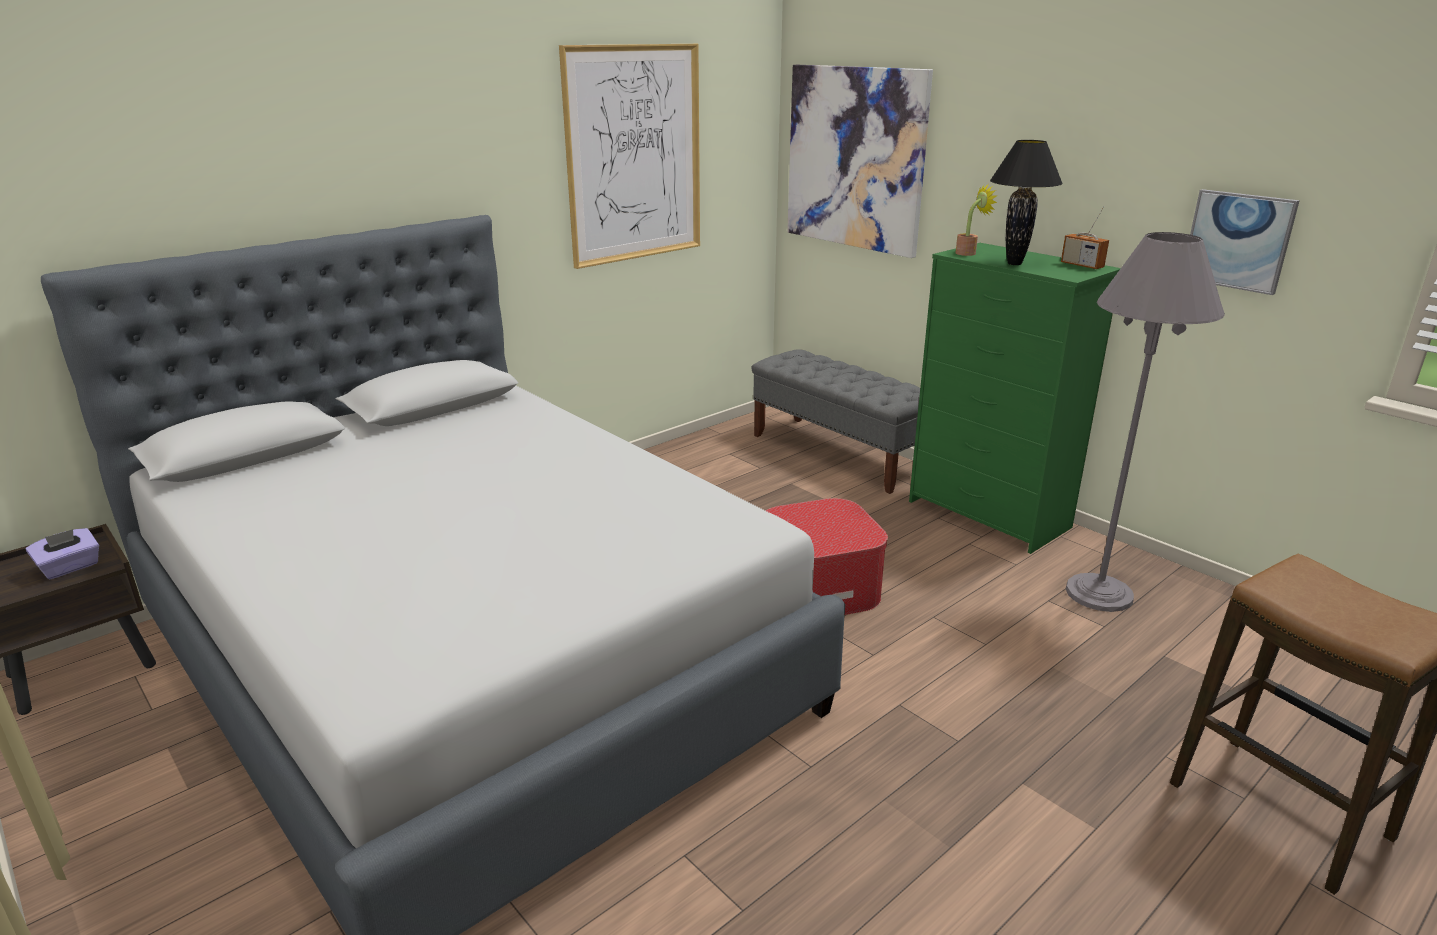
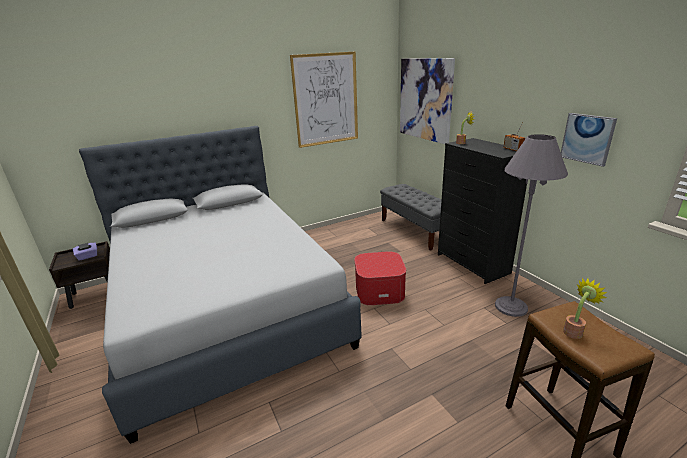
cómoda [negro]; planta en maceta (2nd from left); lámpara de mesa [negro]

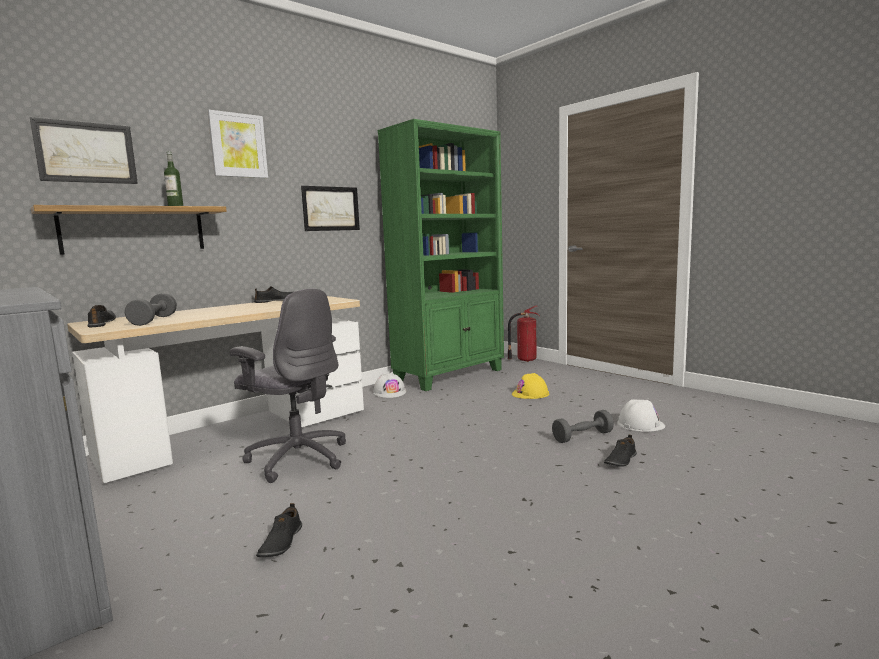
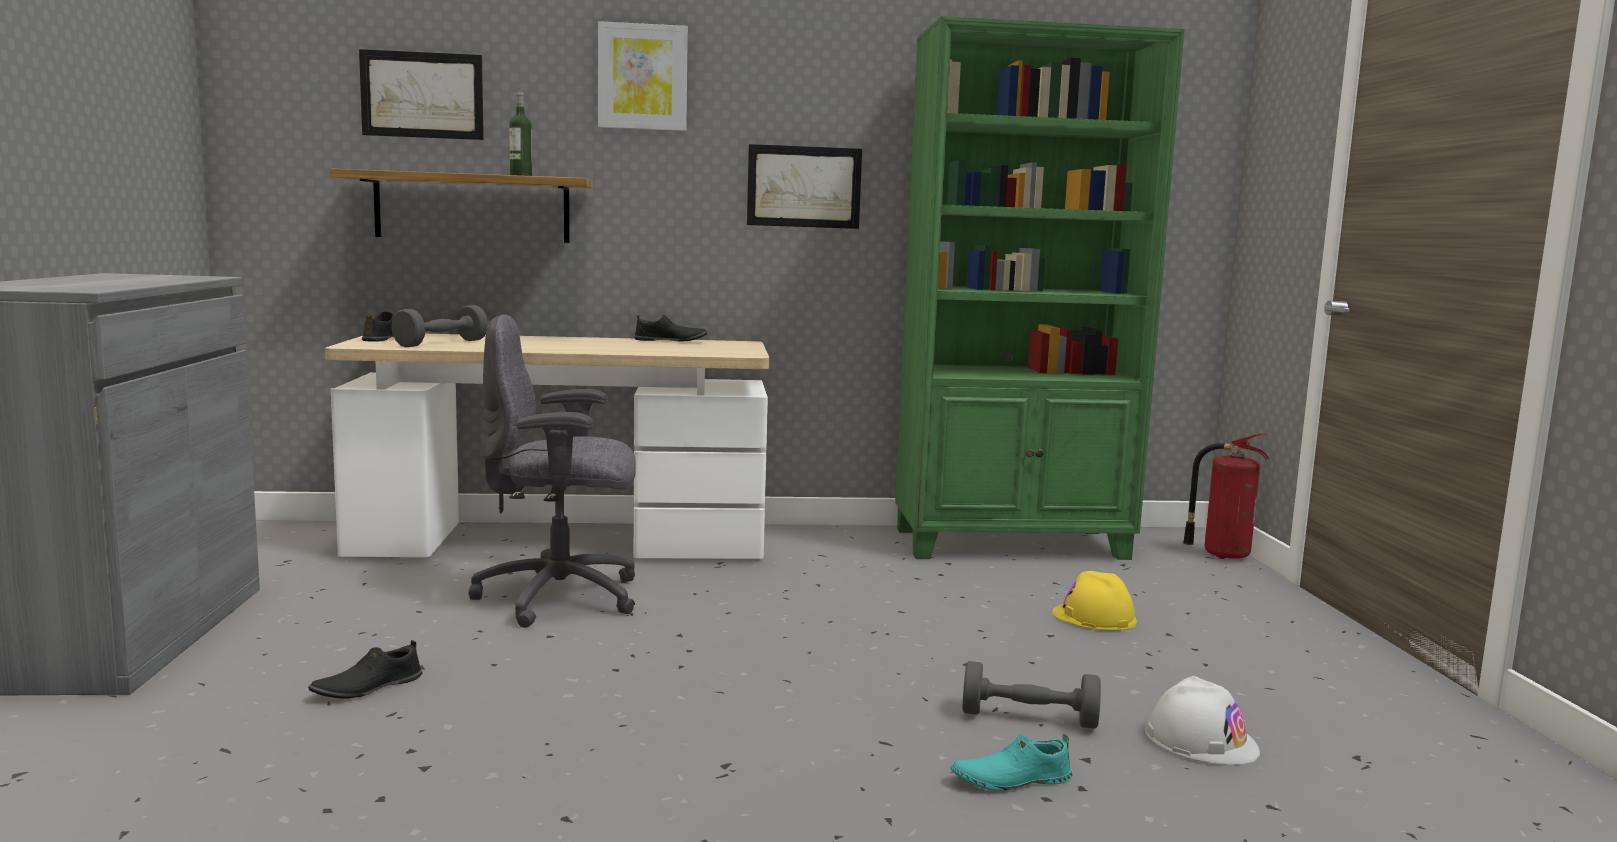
silla de oficina [gris]; zapato [turquesa]; casco [blanco] (1st from left in the first image)

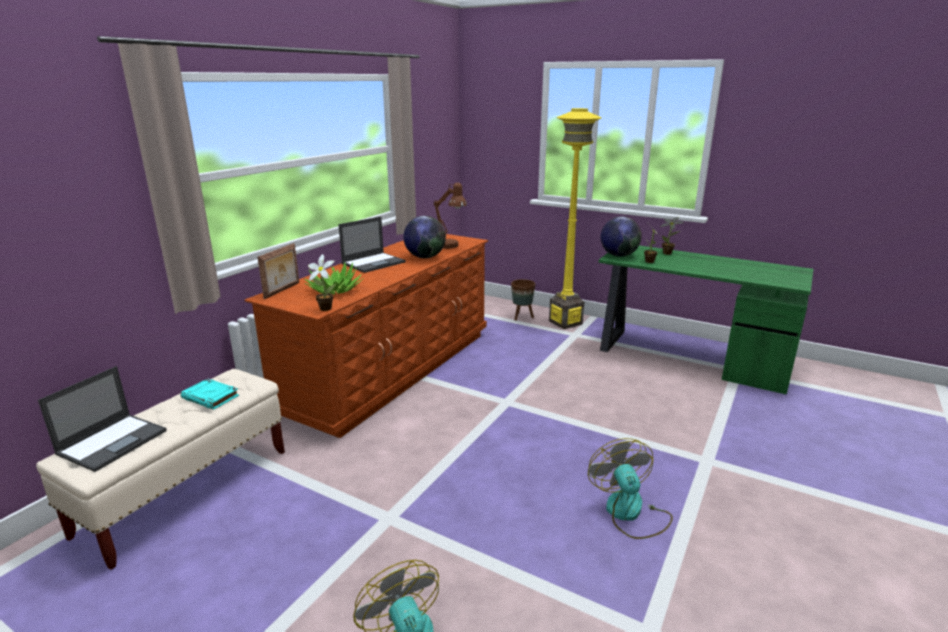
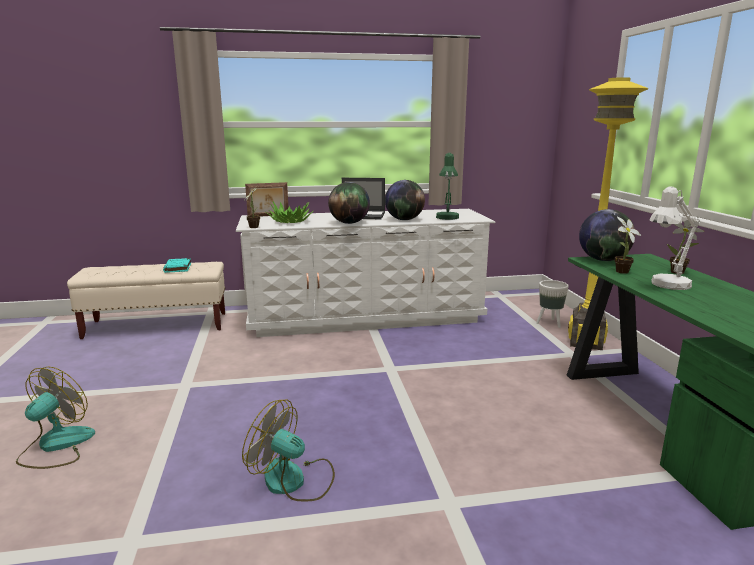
cómoda [blanco]; ventilador (2nd from left); globo terráqueo (1st from left); lámpara de mesa [verde]; maceta [blanco]; lámpara de mesa [blanco]; portátil (1st from left in the first image)

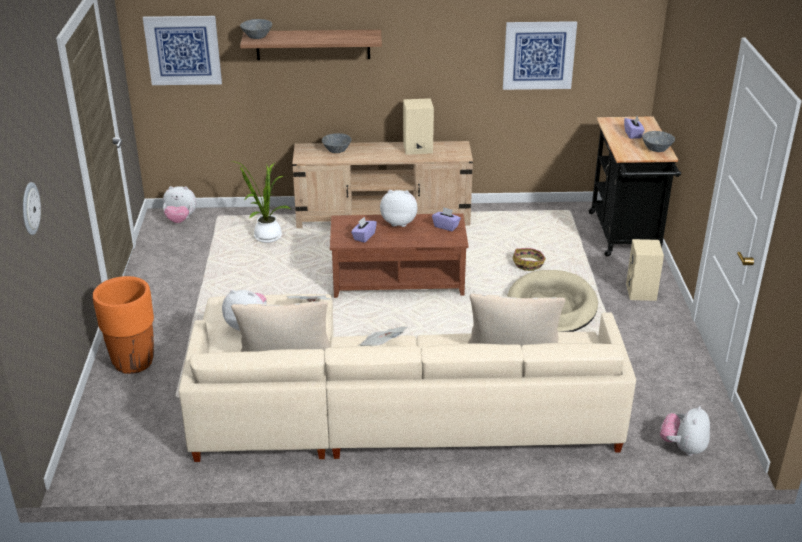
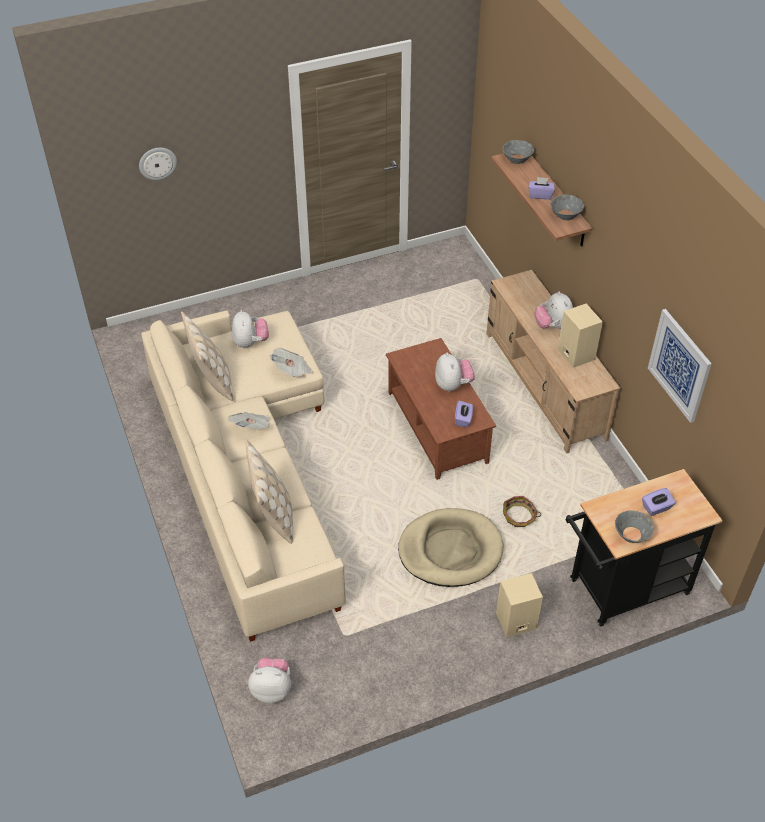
caja de pañuelos [morado] (2nd from left); peluche (4th from left); cuenco [gris] (2nd from left); maceta [naranja]; cuadro (1st from left in the first image); planta en maceta

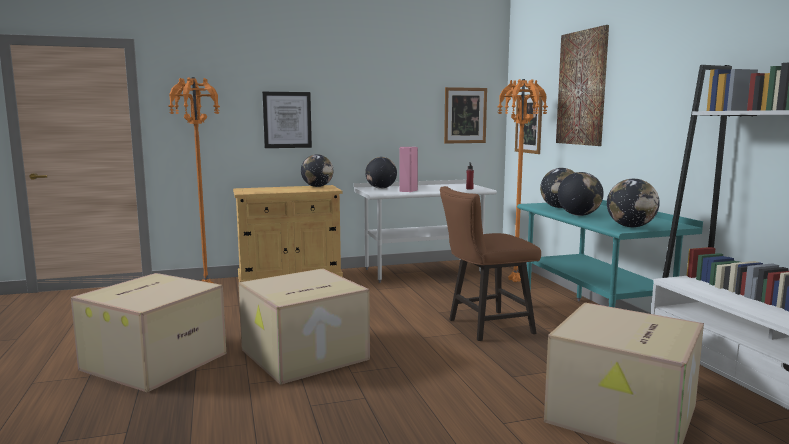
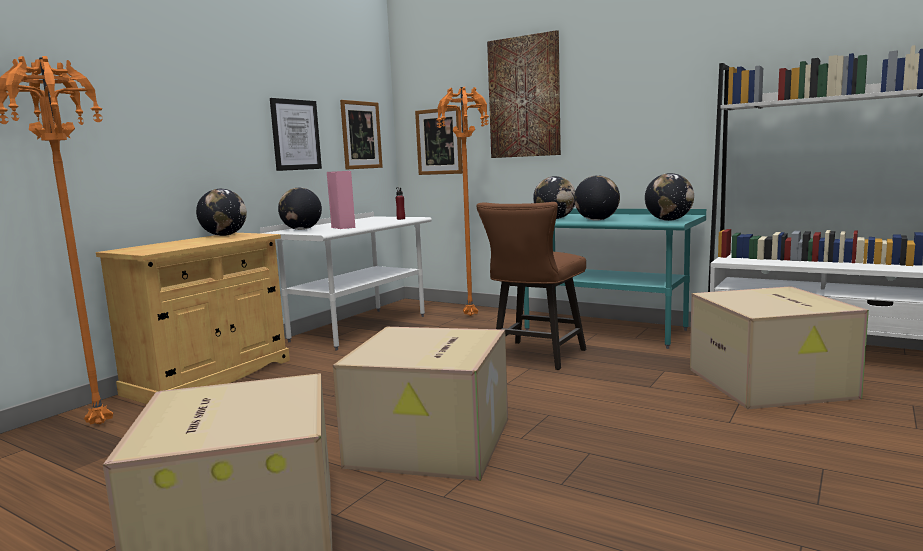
cuadro (1st from left)

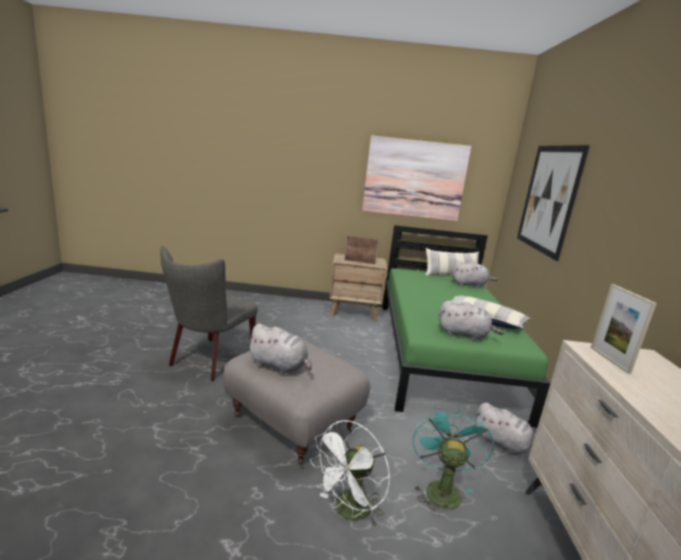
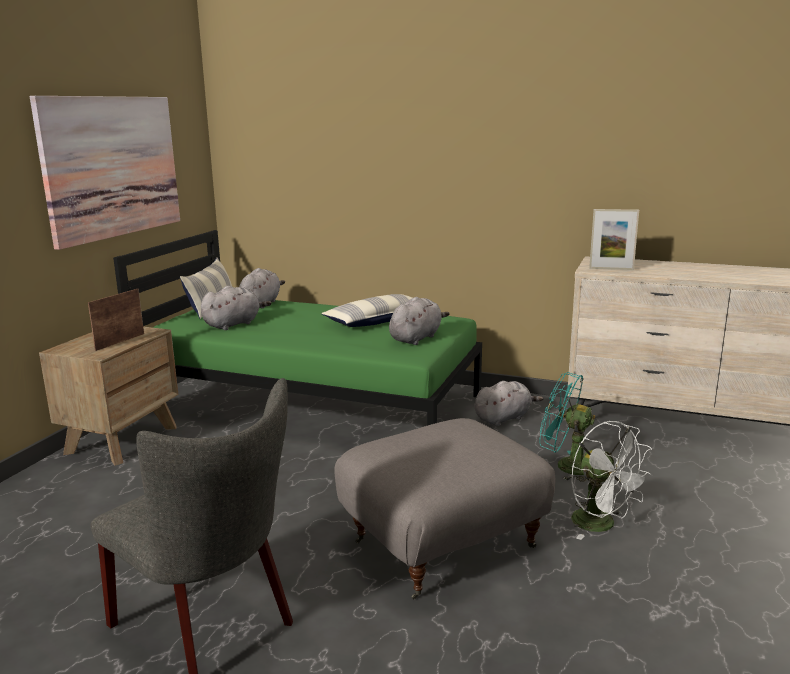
peluche [gris] (1st from left); cuadro (2nd from left in the first image)

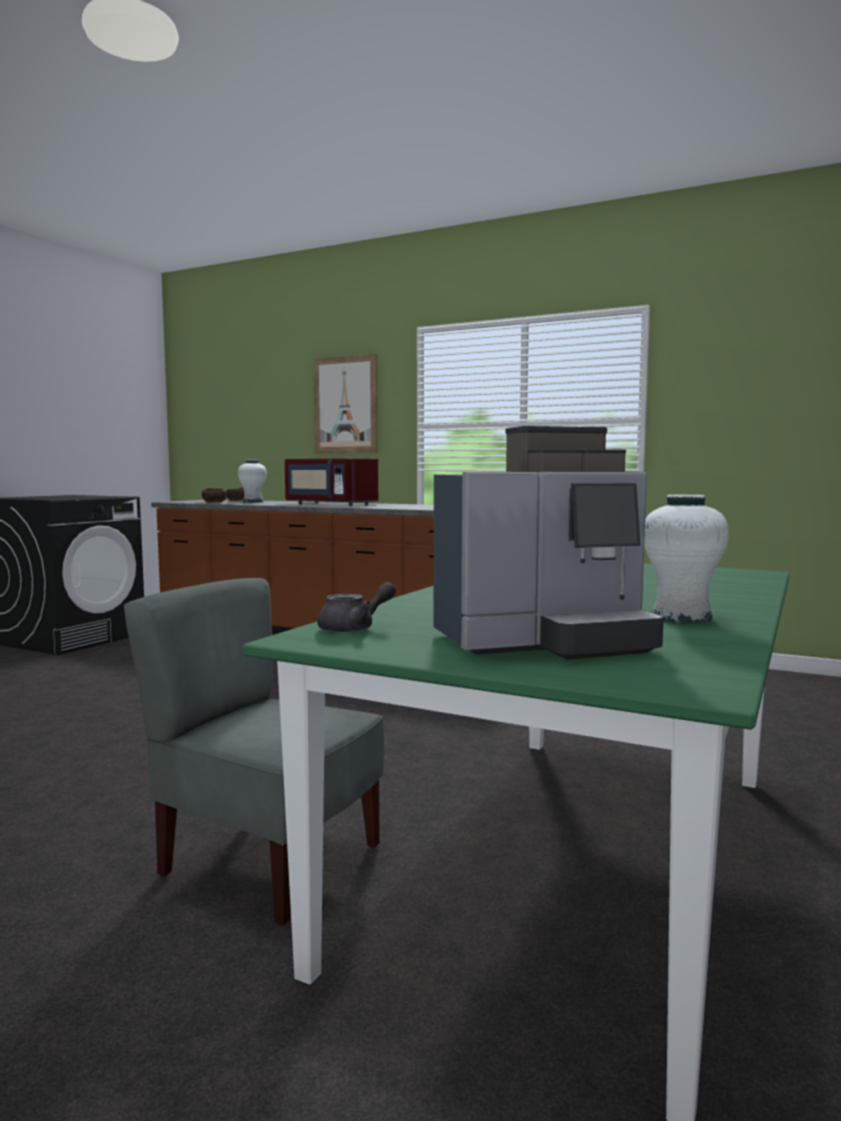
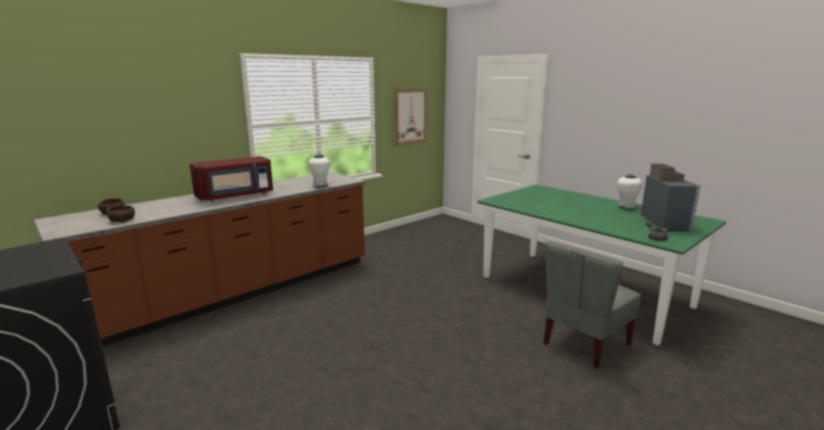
florero [blanco] (1st from left); cuadro

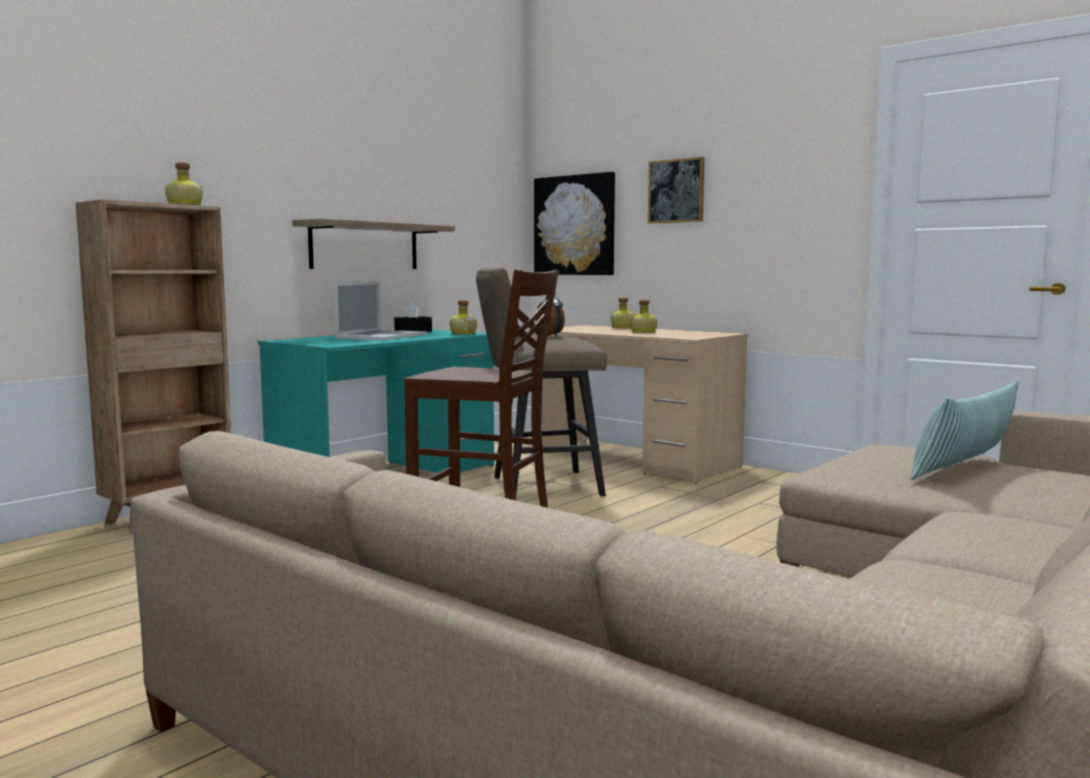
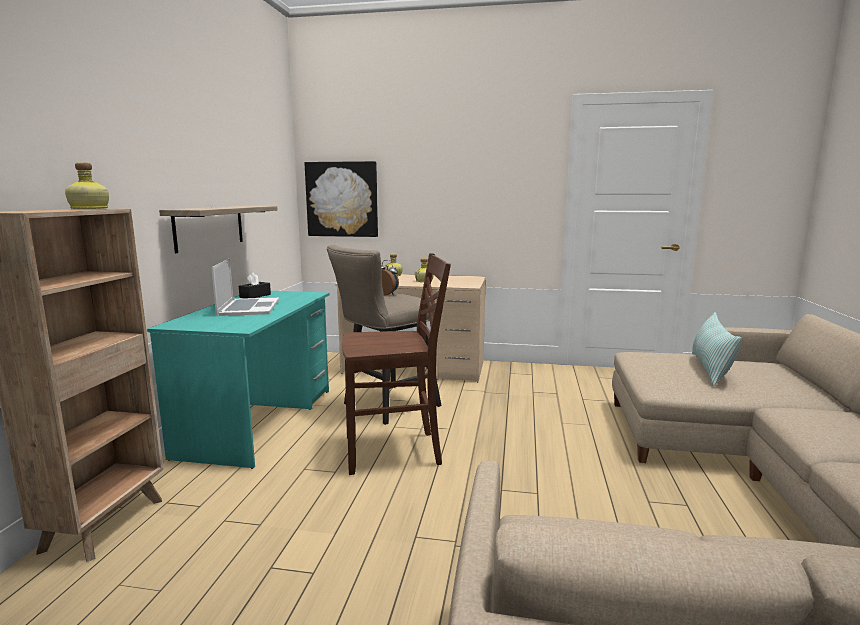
botella (2nd from left in the first image); cuadro (2nd from left in the first image)

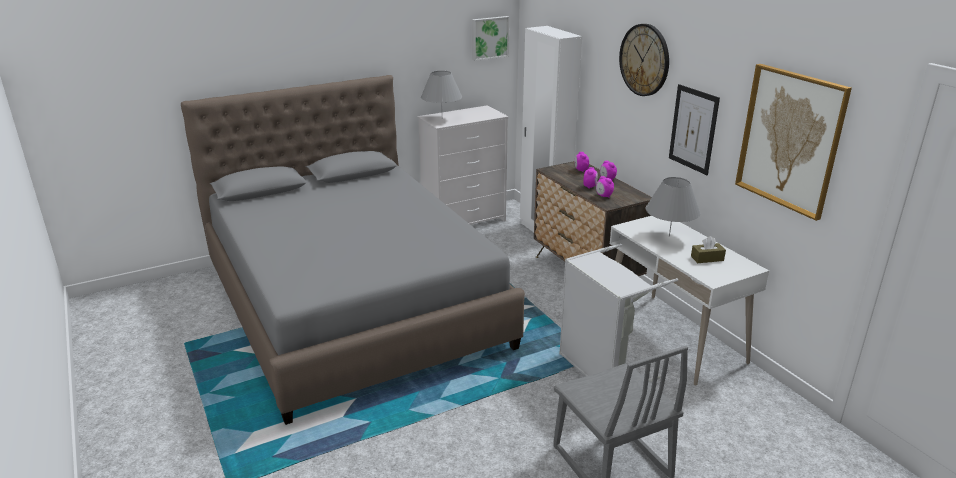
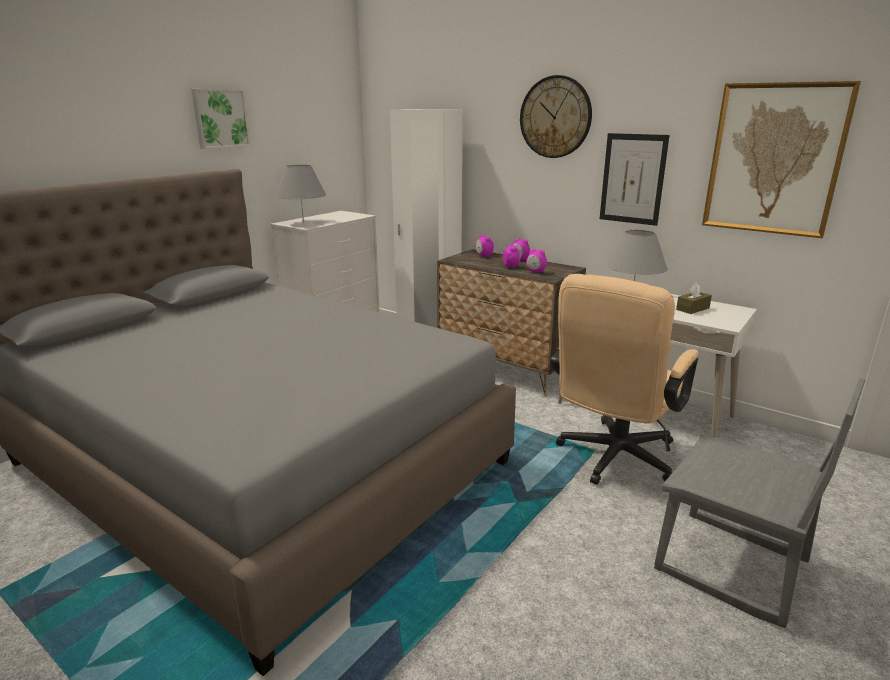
cuadro (1st from left); silla de oficina [beis]

